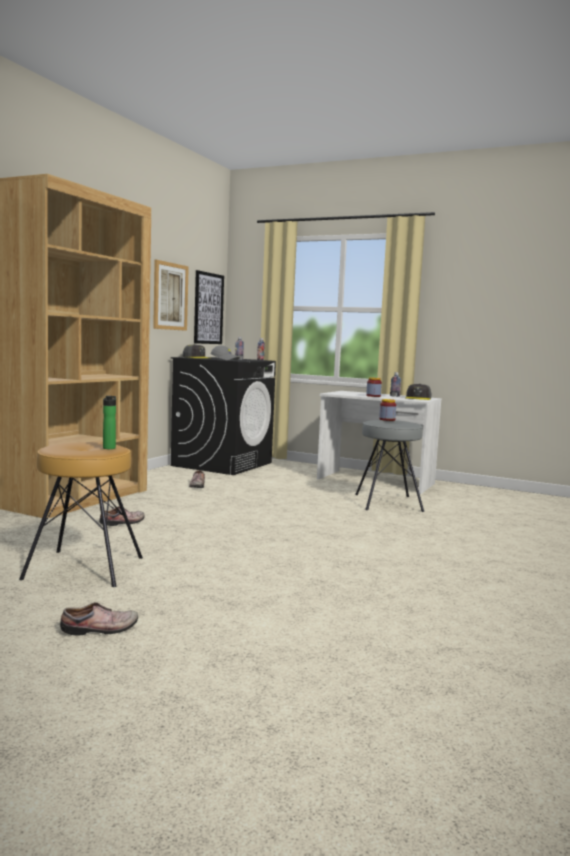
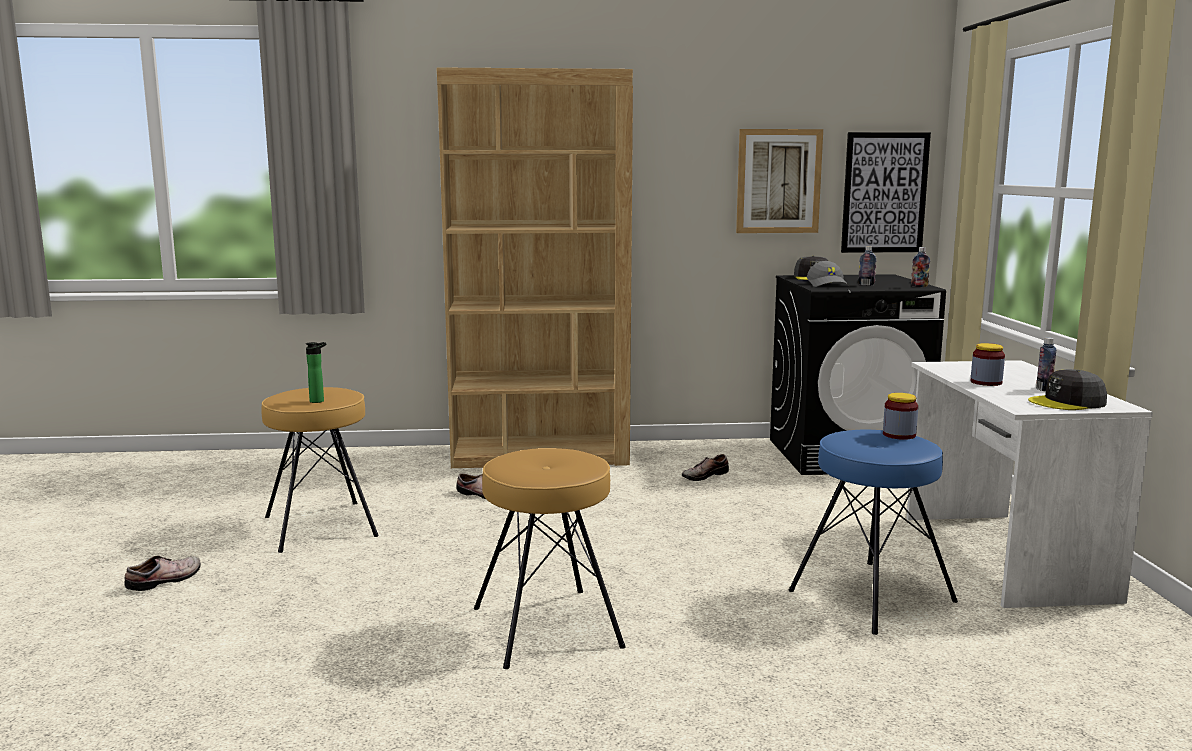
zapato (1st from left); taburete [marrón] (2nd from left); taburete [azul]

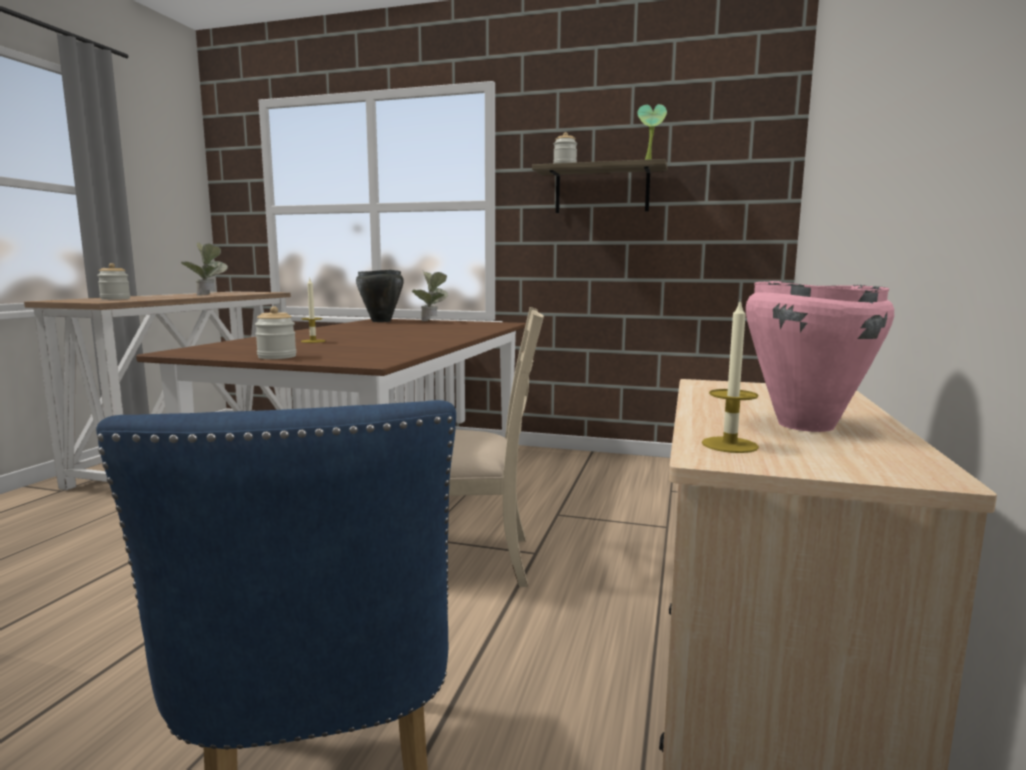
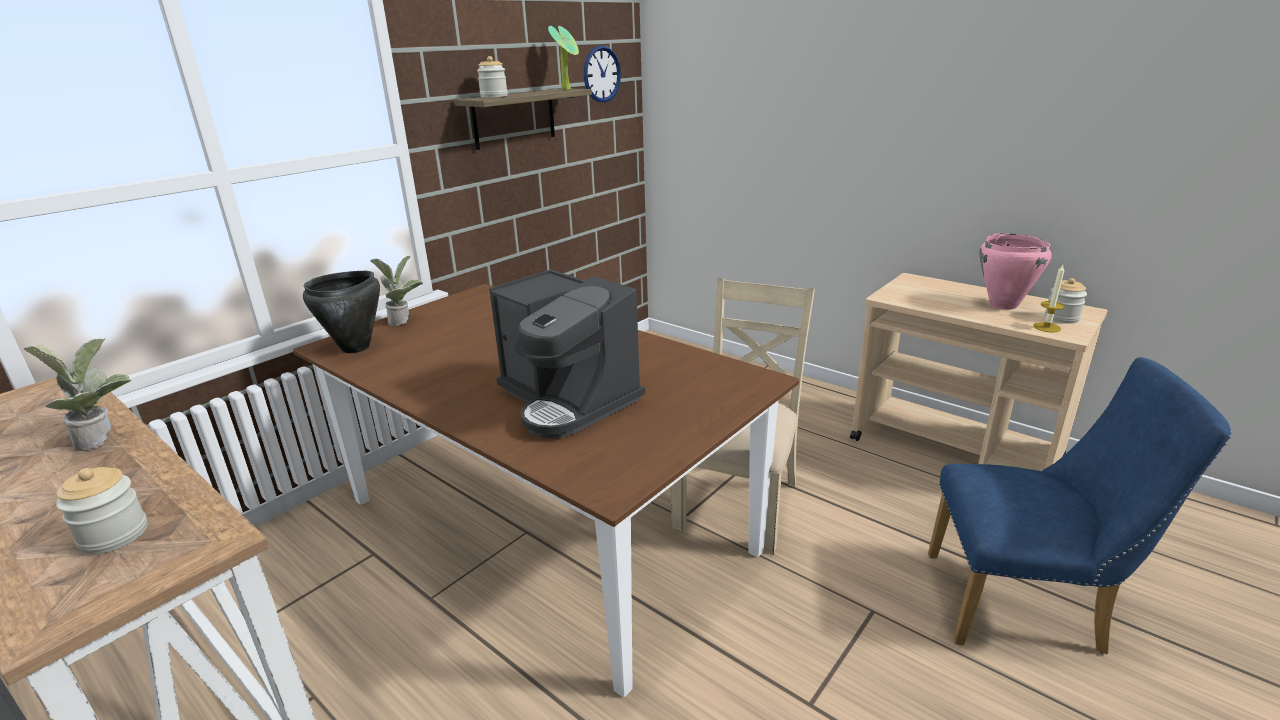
cafetera; reloj de pared; tarro (3rd from left)

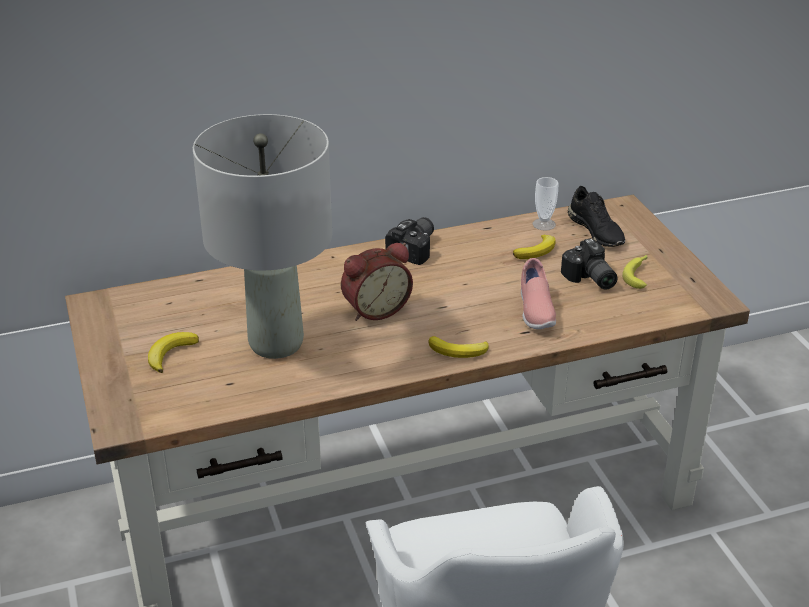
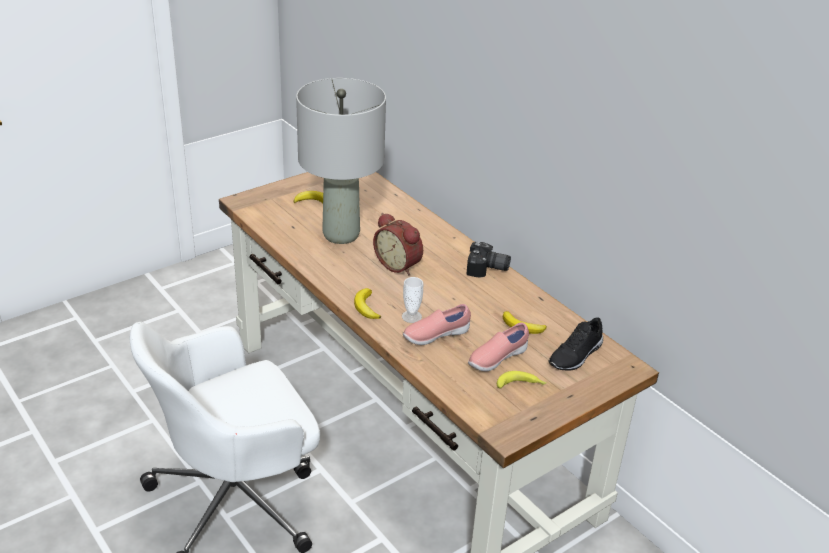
taza; zapato [rosa] (2nd from left)

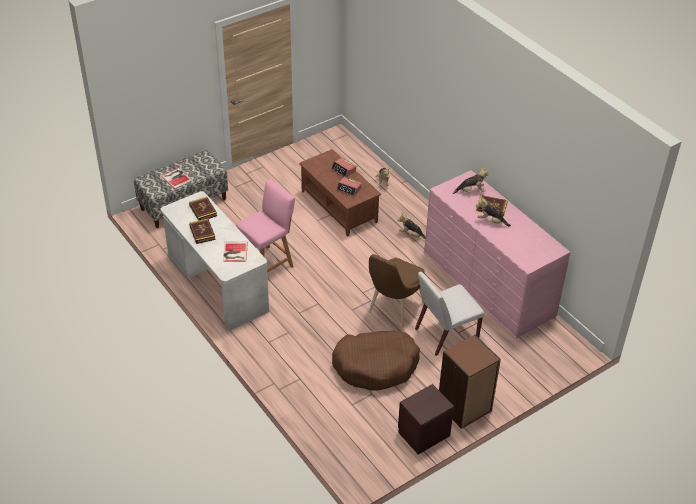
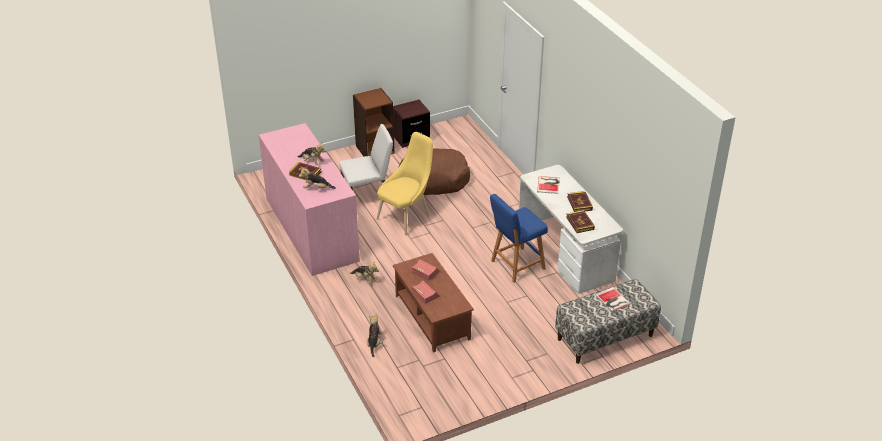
silla [amarillo]; taburete [azul]

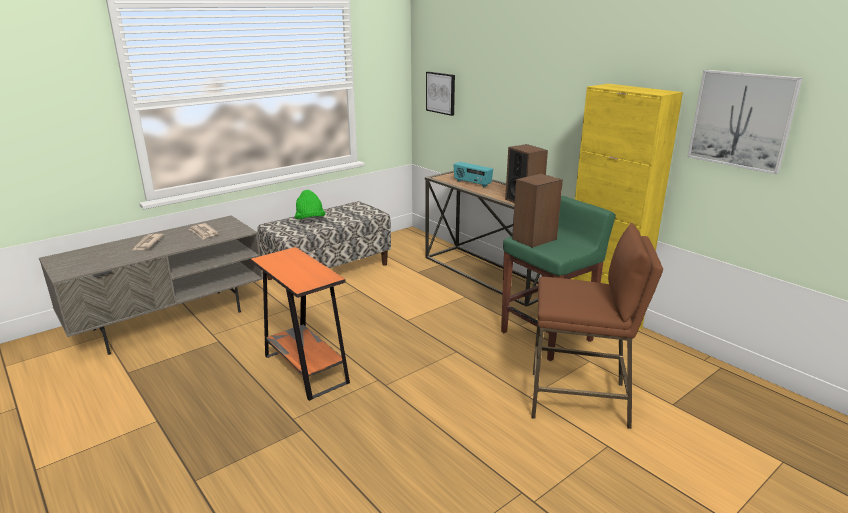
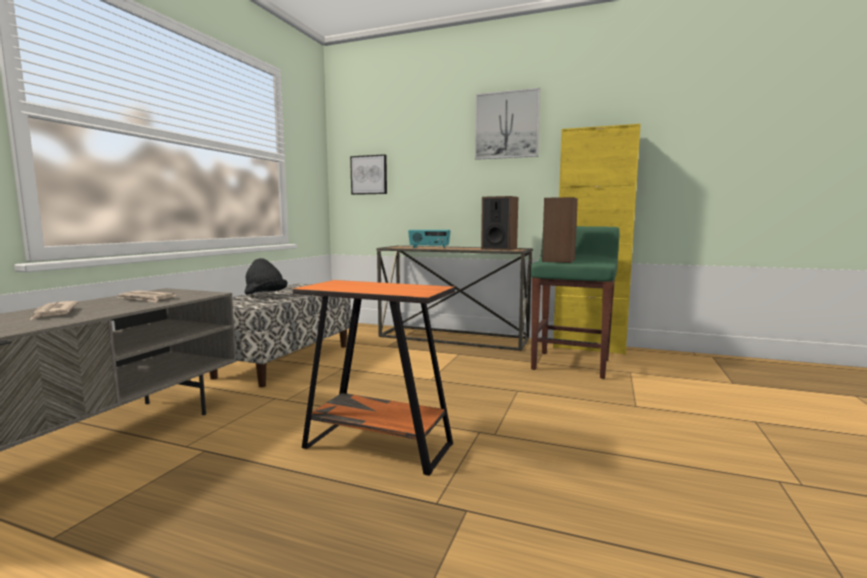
sombrero [negro]; cuadro (2nd from left); taburete [marrón]

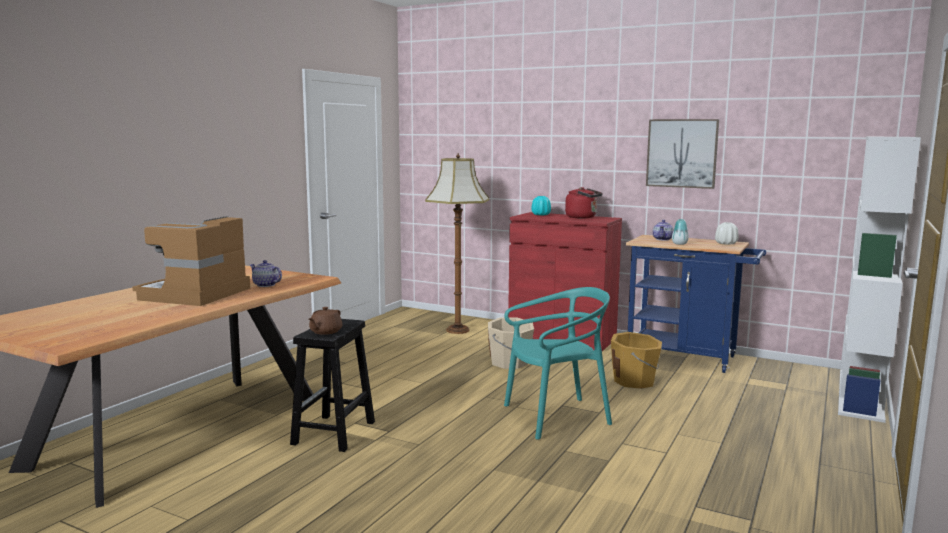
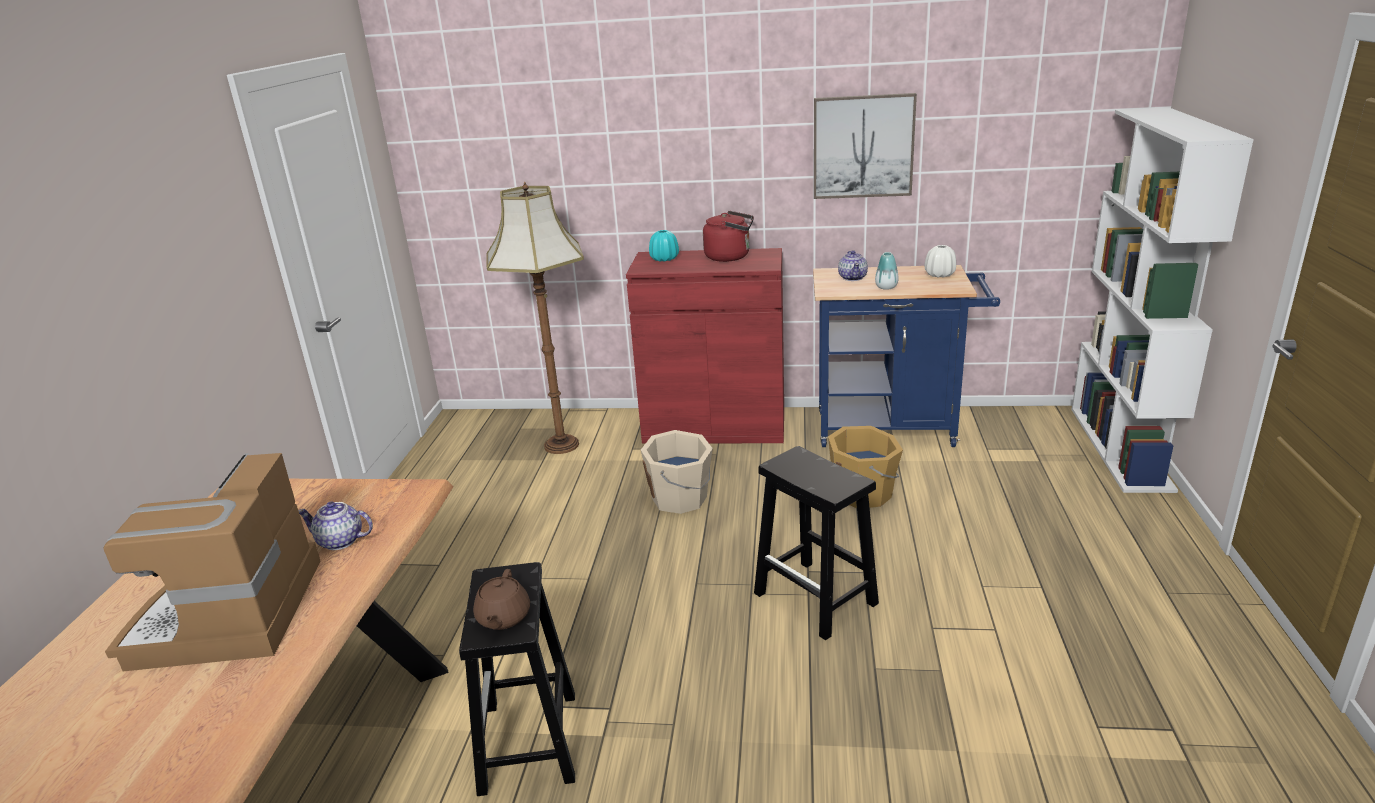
taburete [negro] (2nd from left)

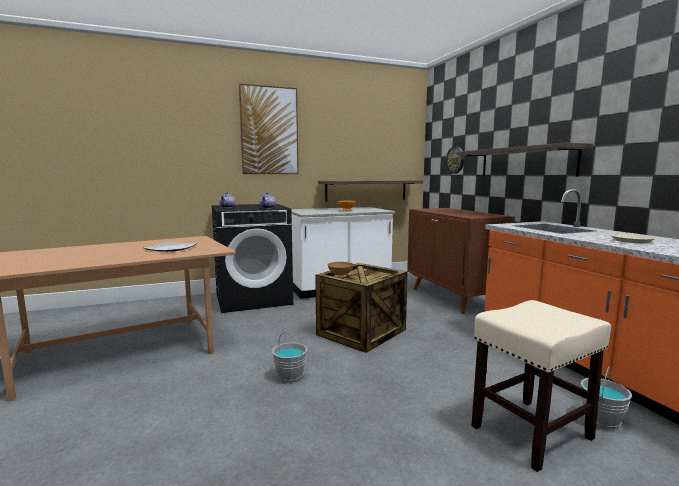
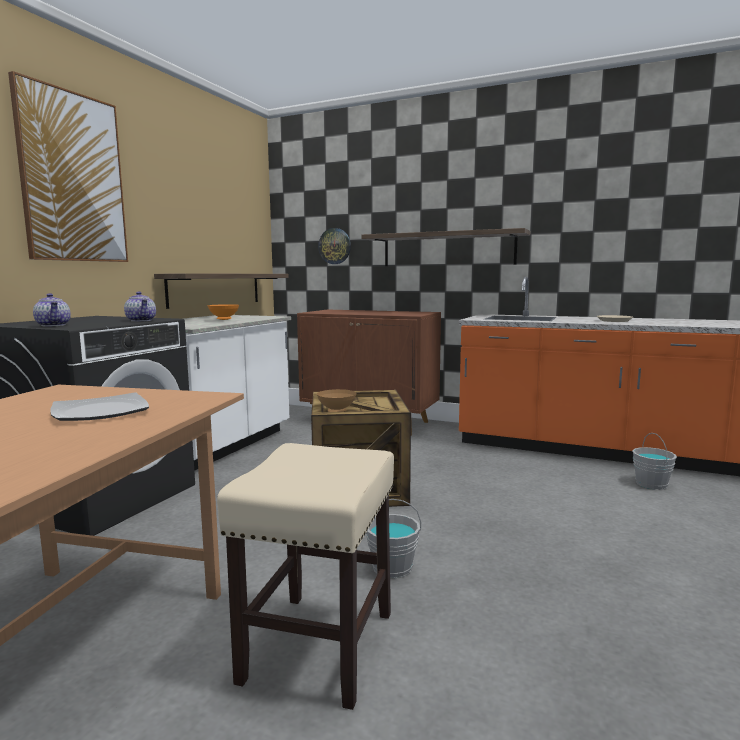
taburete [beis]

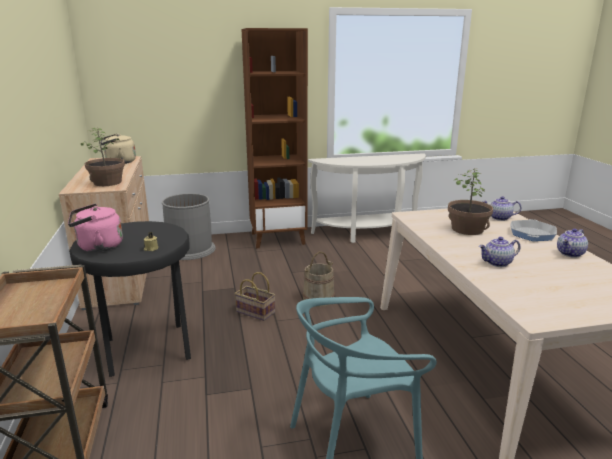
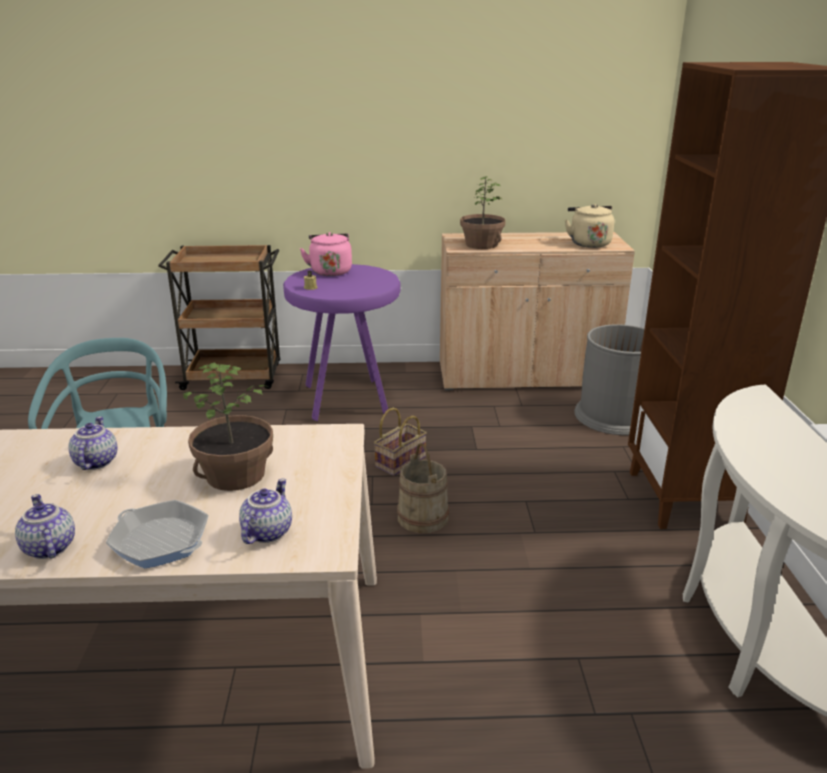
taburete [morado]

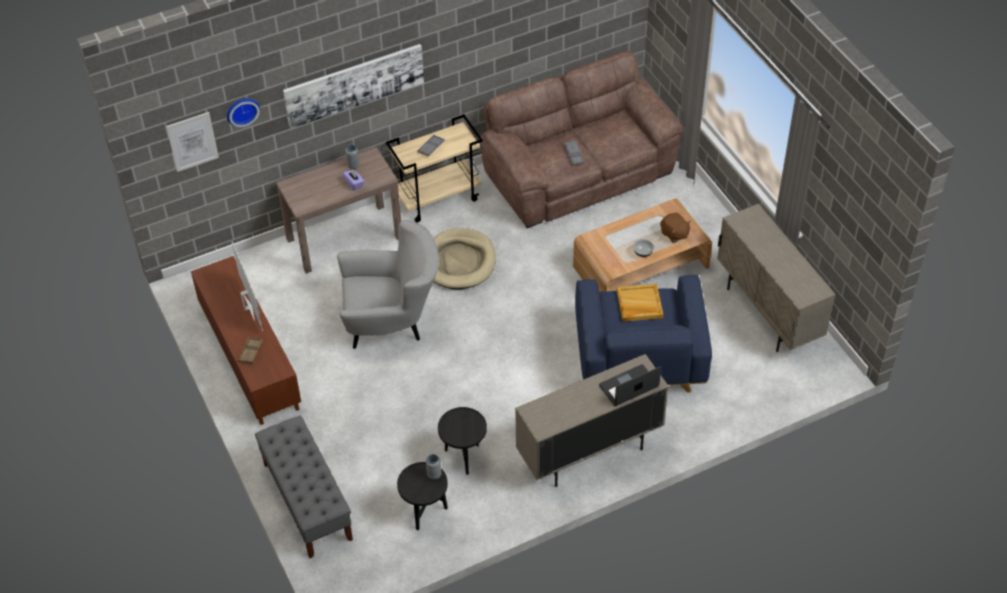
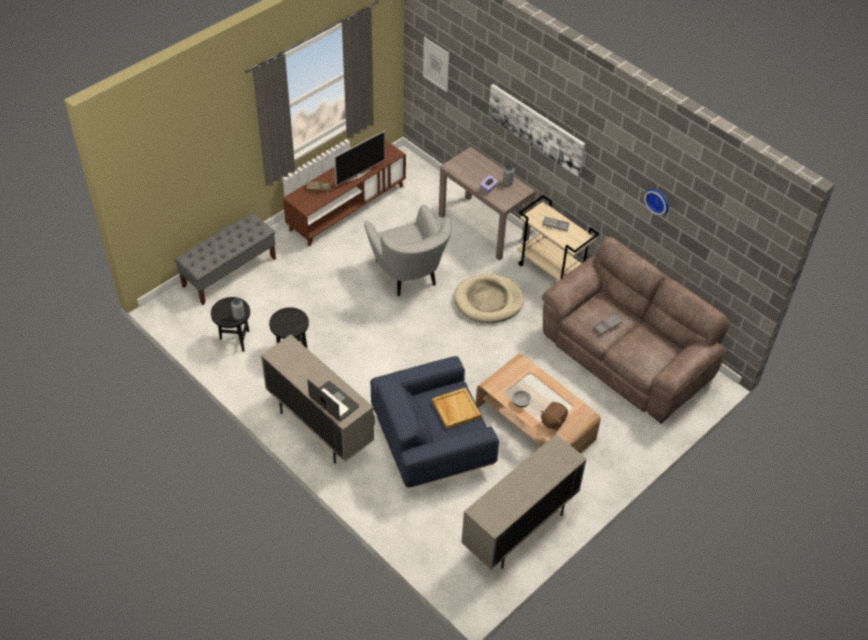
reloj de pared

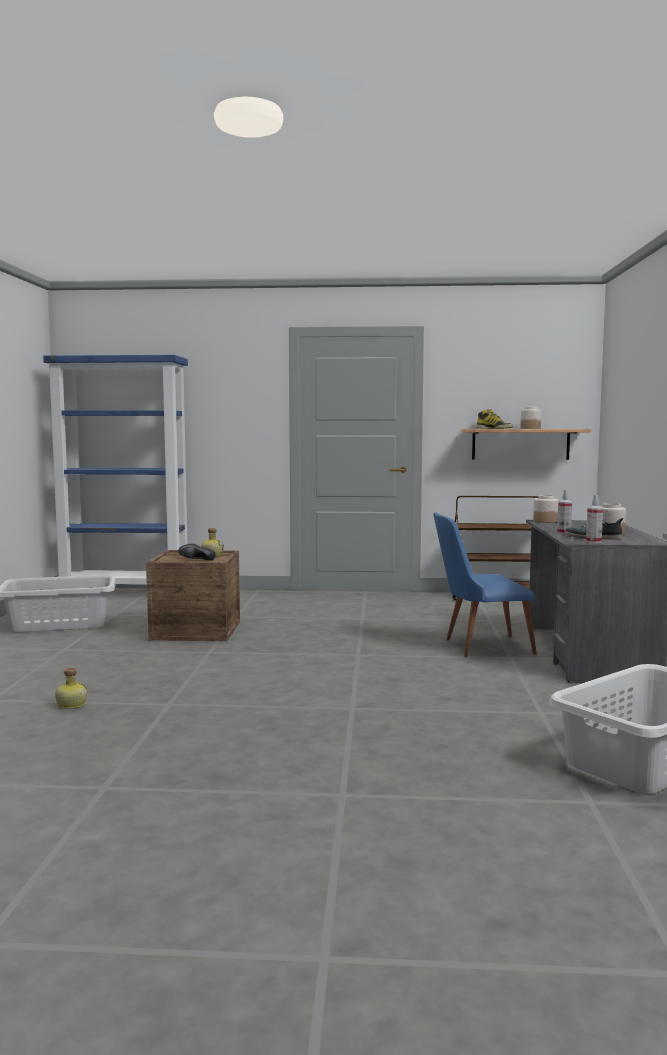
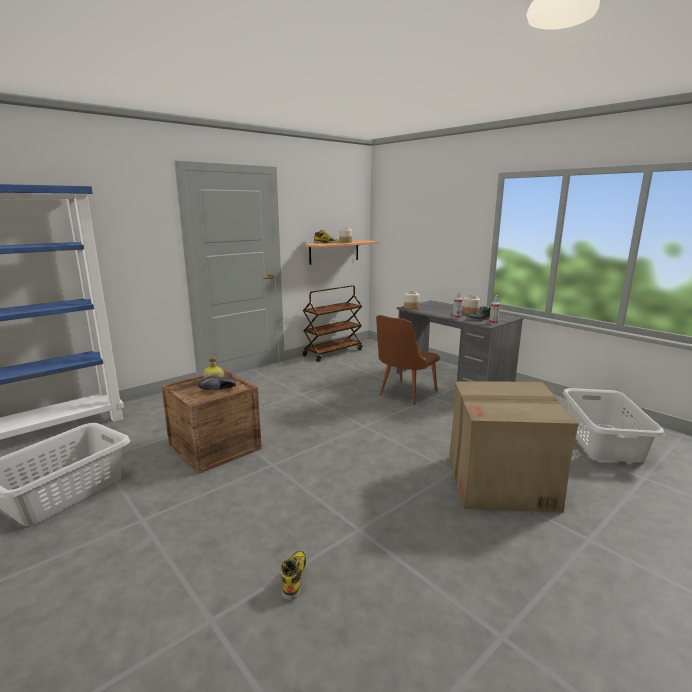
bota (1st from left); silla [marrón]; caja de cartón

